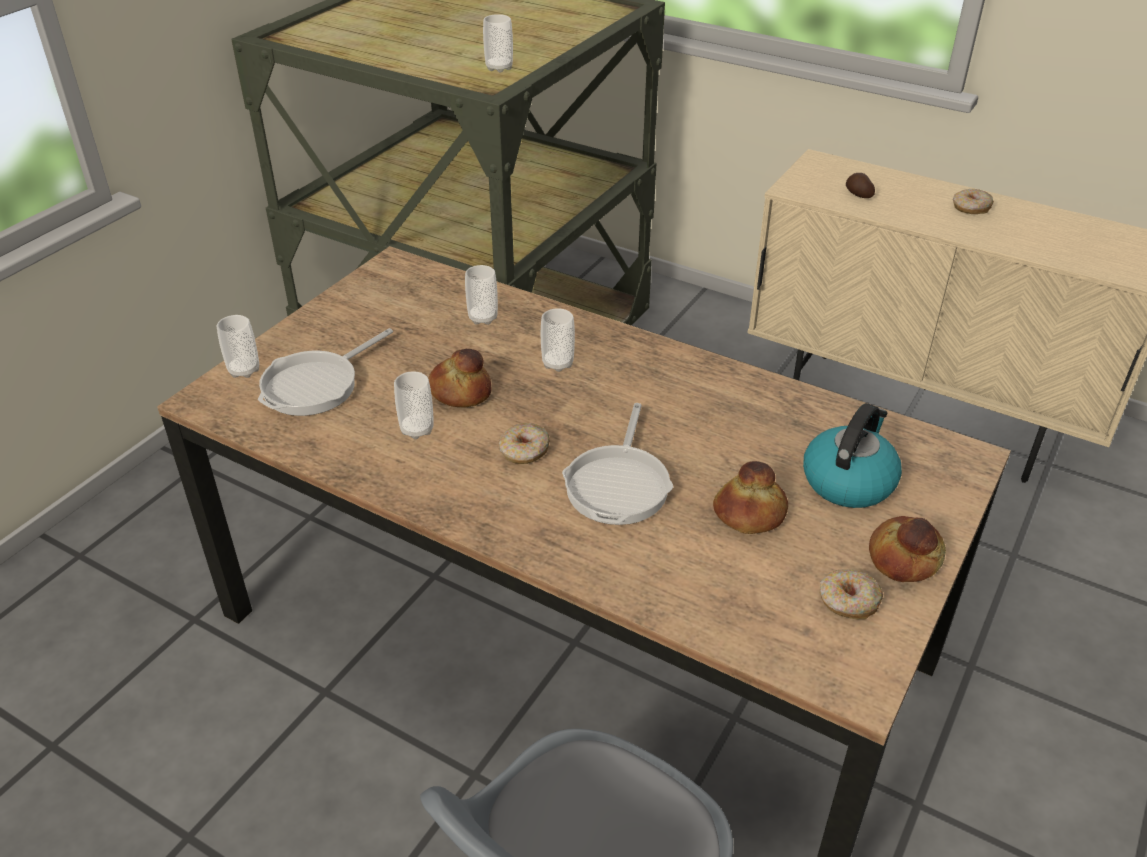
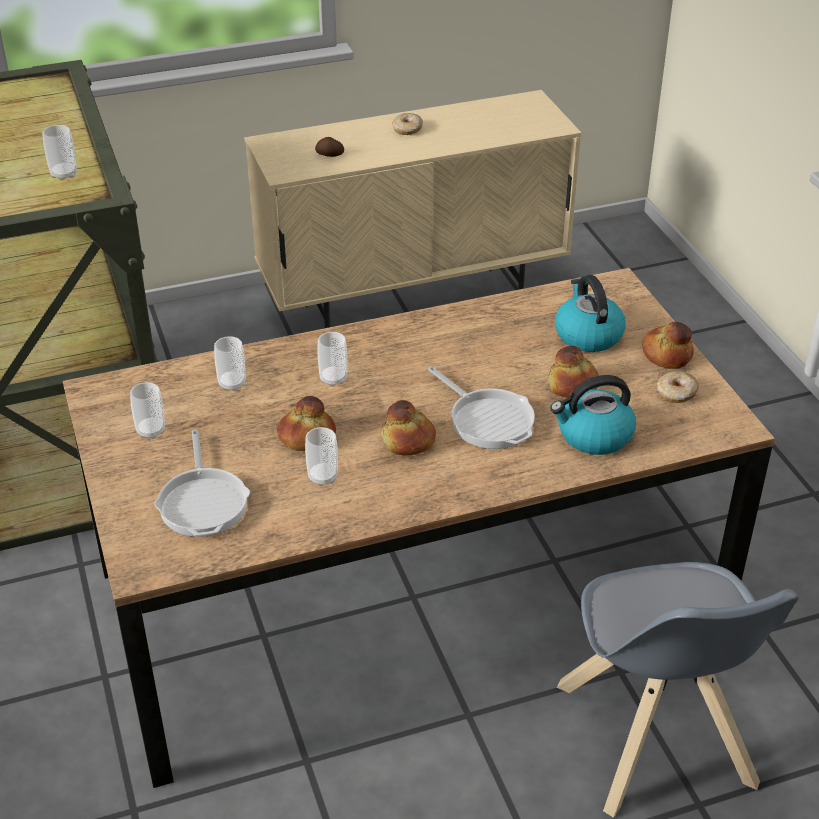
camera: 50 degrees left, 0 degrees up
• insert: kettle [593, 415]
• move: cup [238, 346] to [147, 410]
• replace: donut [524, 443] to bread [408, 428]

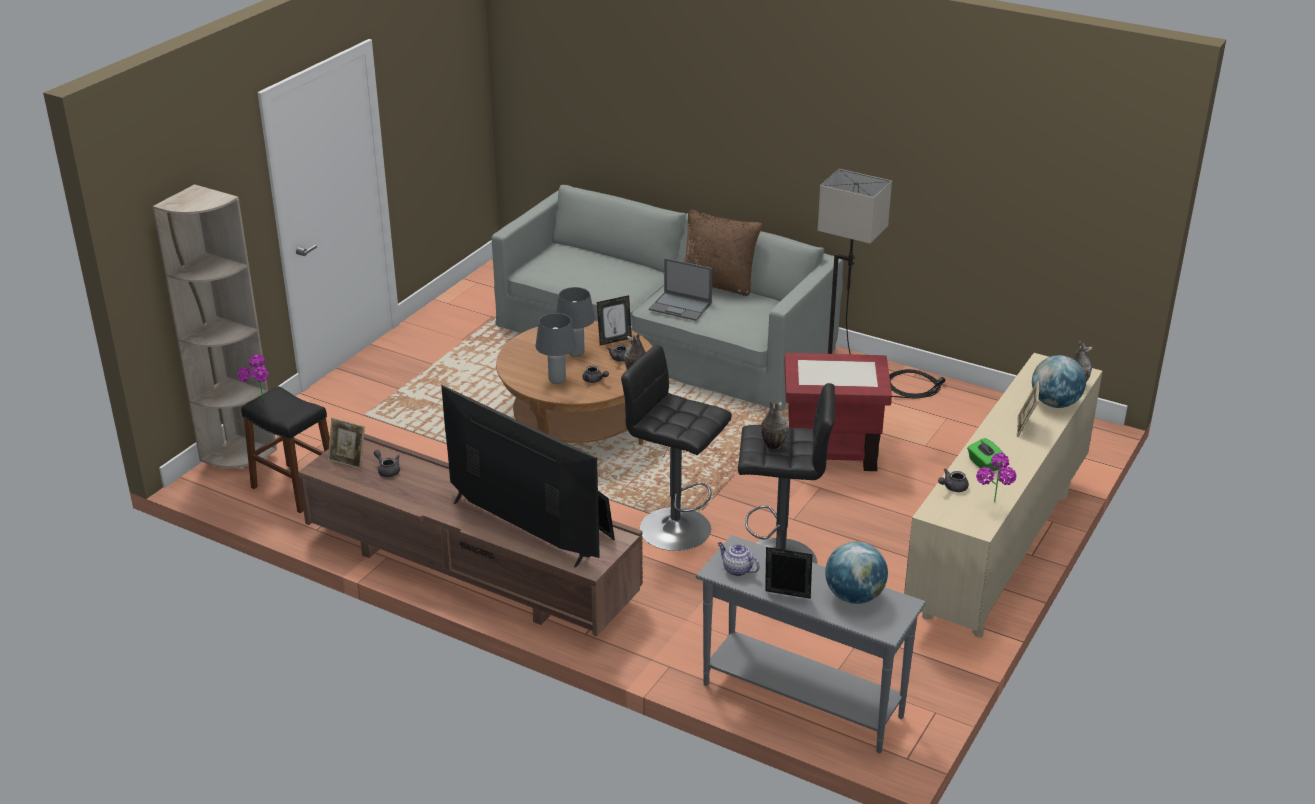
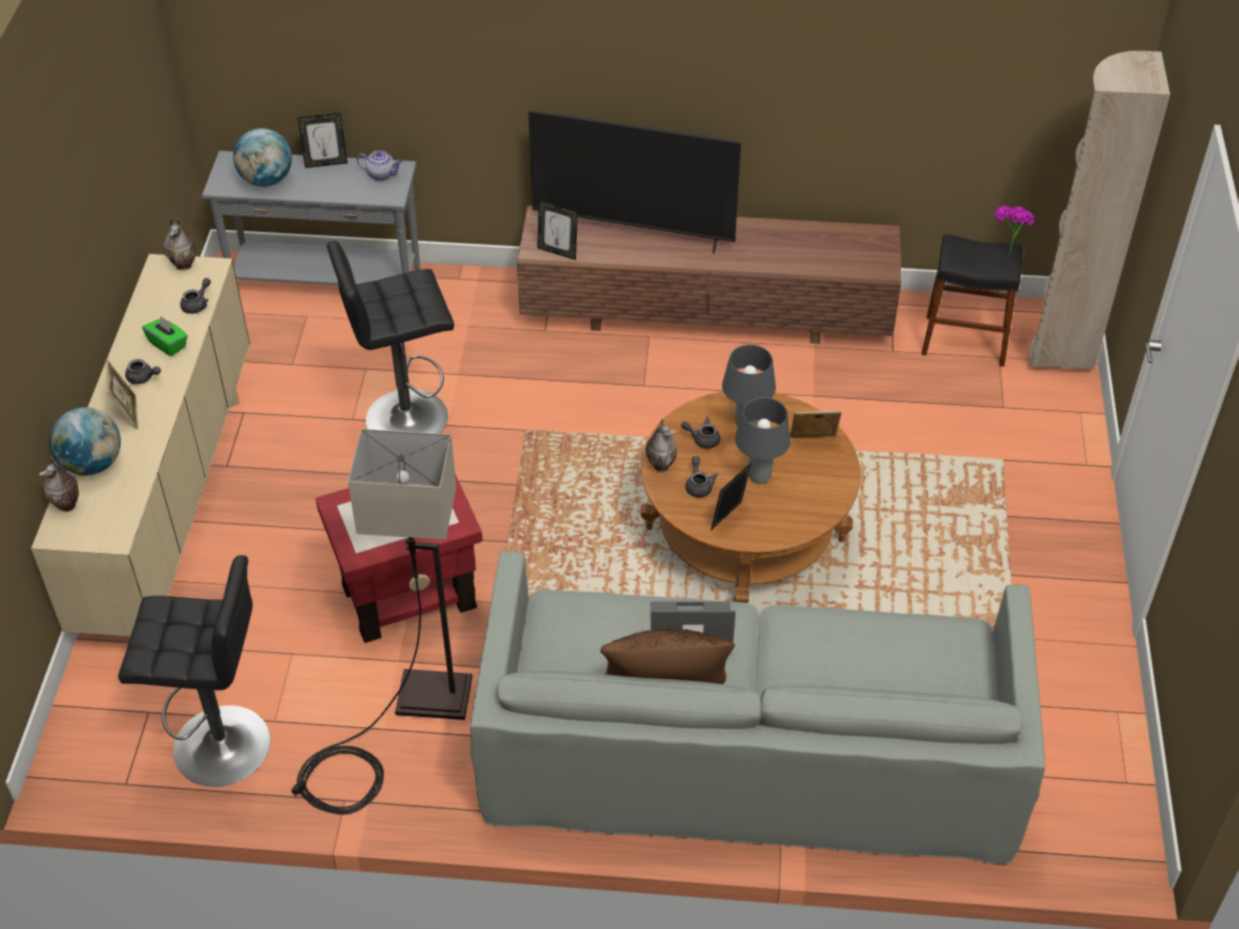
camera: 155 degrees right, 15 degrees up
• delete: potted plant [996, 477]
• move: picture frame [346, 443] to [816, 424]
• move: grey teapot [387, 463] to [143, 371]
• move: black stool [676, 448] to [194, 671]
• move: vase [774, 425] to [180, 244]

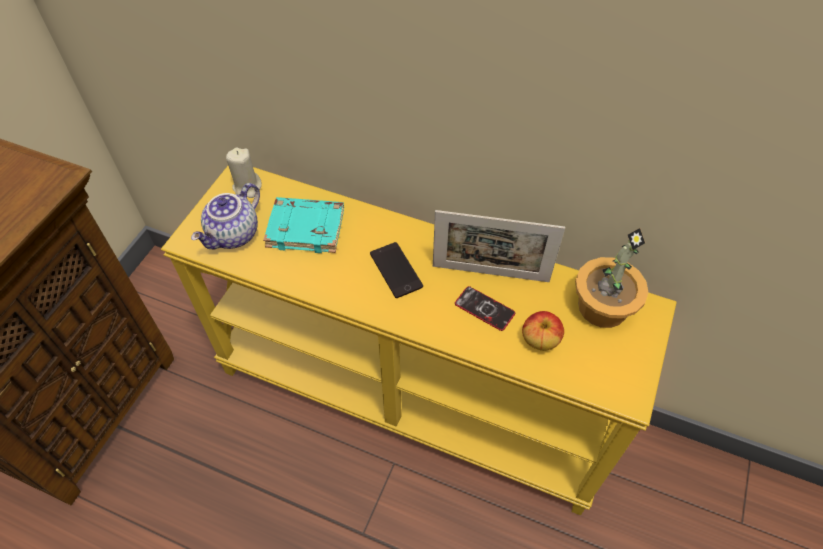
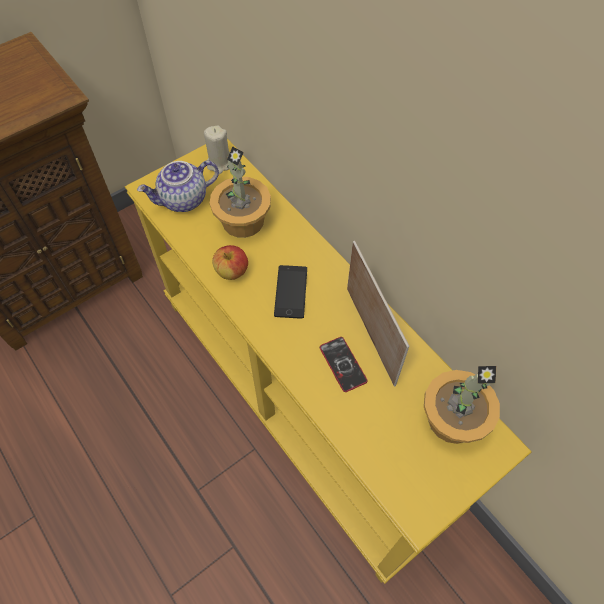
camera: 30 degrees right, 5 degrees up
• move: apple [543, 331] to [230, 262]
• replace: turquoise book [303, 225] to potted plant [240, 192]
• rotate: picture frame [499, 246] = [378, 313] 150 degrees counterclockwise

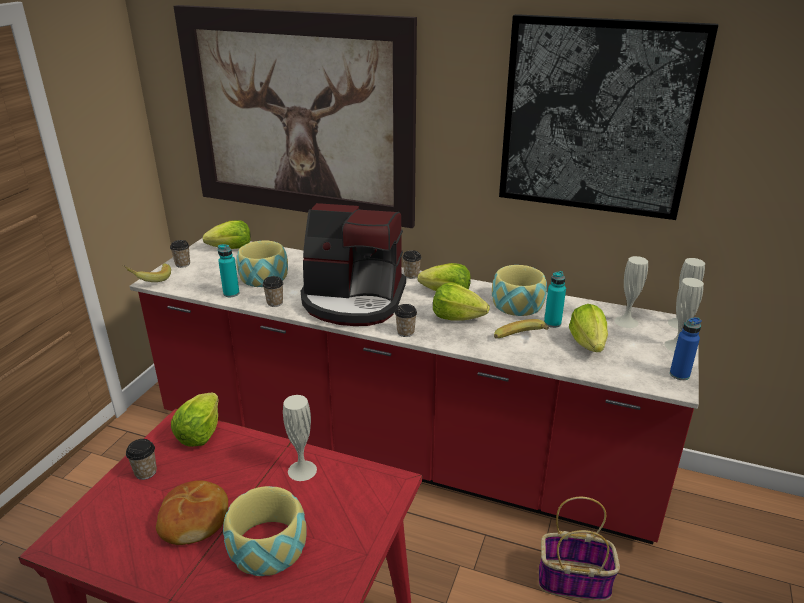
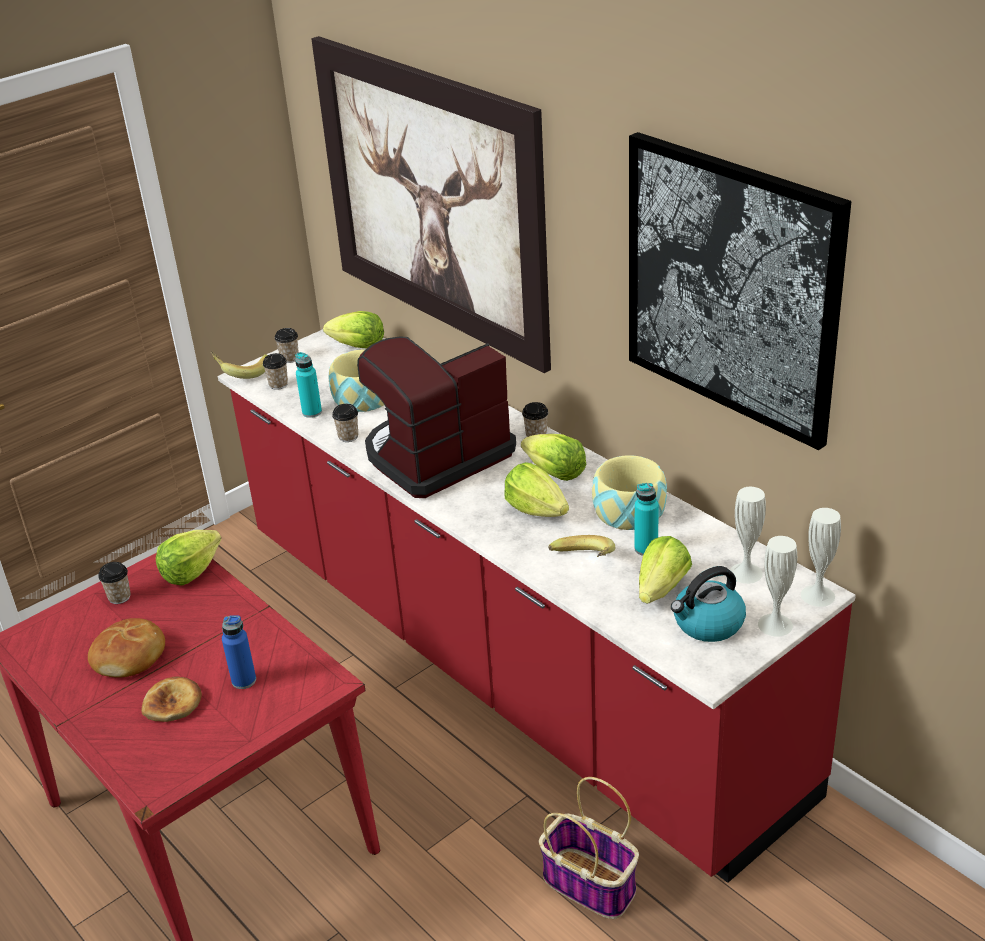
camera: 30 degrees right, 5 degrees up
• delete: white vase [300, 438]
• insert: kettle [708, 604]
• move: cup [406, 320] to [275, 371]
• move: blue bottle [686, 348] to [239, 652]
• replace: bowl [265, 531] to bread [171, 699]
• rotate: coffee machine [353, 264] = [436, 417] 105 degrees clockwise

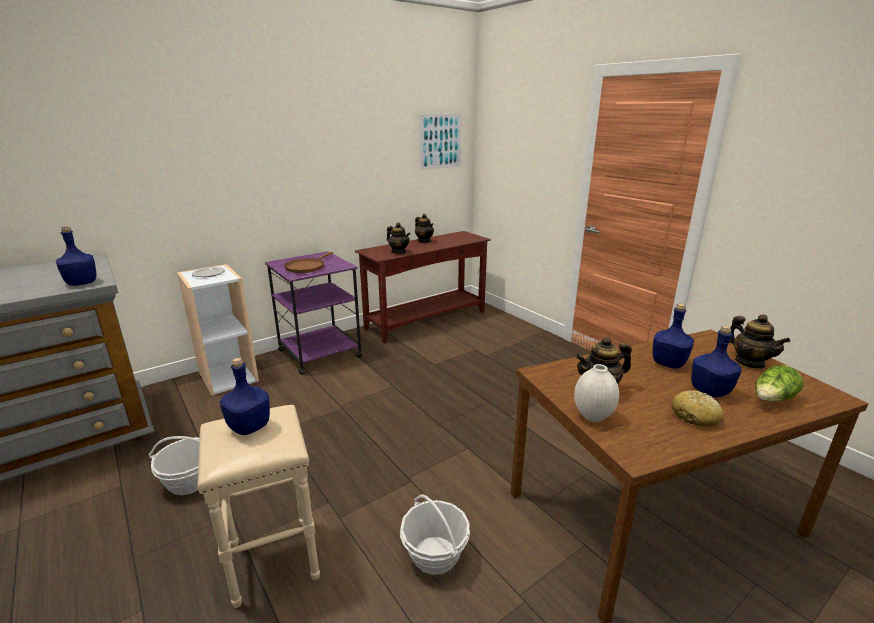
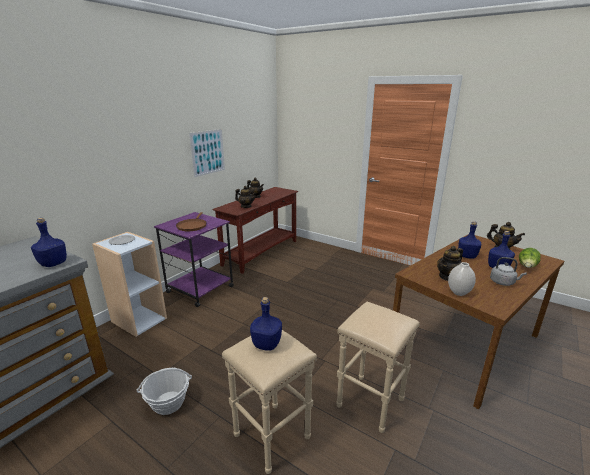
camera: 20 degrees left, 0 degrees up
• move: picture [440, 142] to [207, 153]
• replace: basket [435, 534] to beige stool [378, 367]
• replace: bread [697, 408] to grey kettle [508, 271]

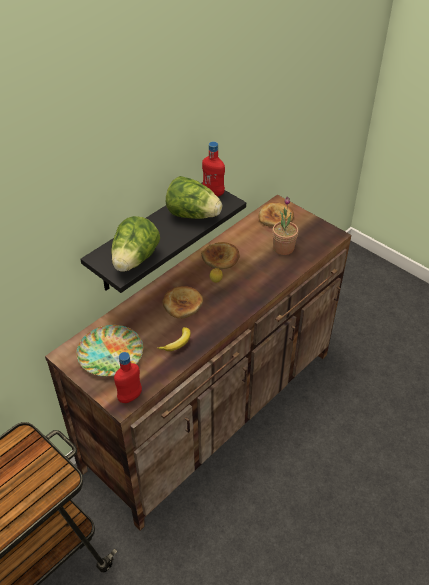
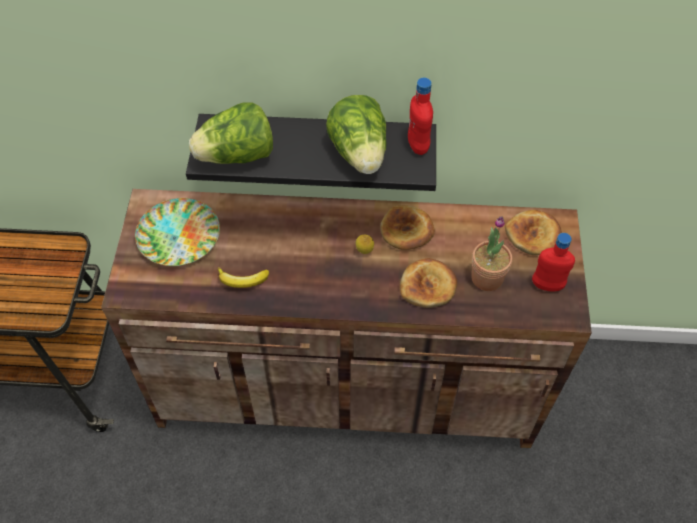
camera: 50 degrees right, 10 degrees up
• move: red bottle [128, 377] to [553, 262]
• move: bread [182, 302] to [428, 283]

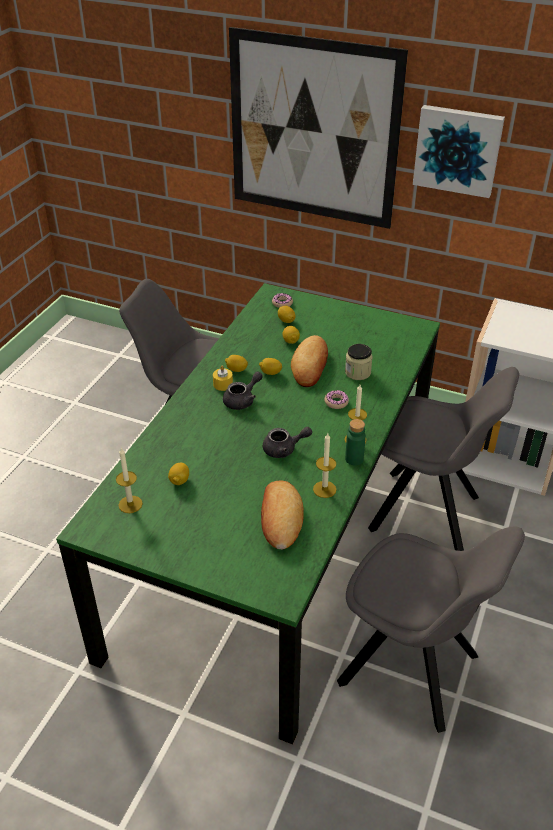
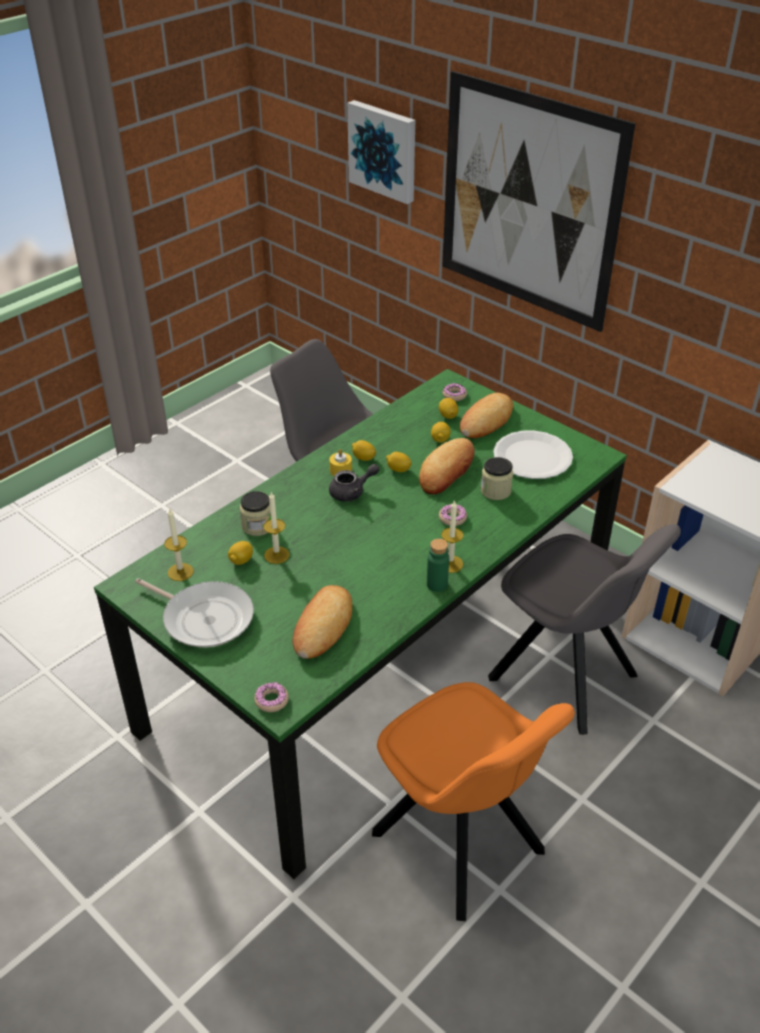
camera: 20 degrees right, 0 degrees up
• delete: grey teapot [287, 442]
• insert: frying pan [194, 612]
• insert: jar [255, 513]
• insert: donut [271, 697]
• insert: bread [486, 415]
• insert: white plate [533, 455]
• move: candle [325, 465] to [276, 528]
• move: picture [459, 151] to [381, 152]
• recolor: grey chair [431, 629] to orange chair [473, 801]

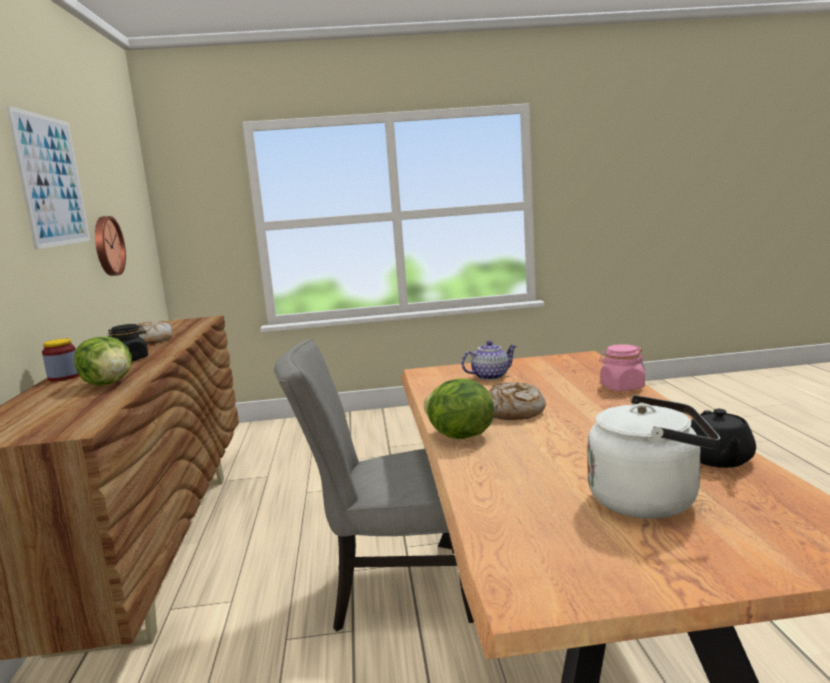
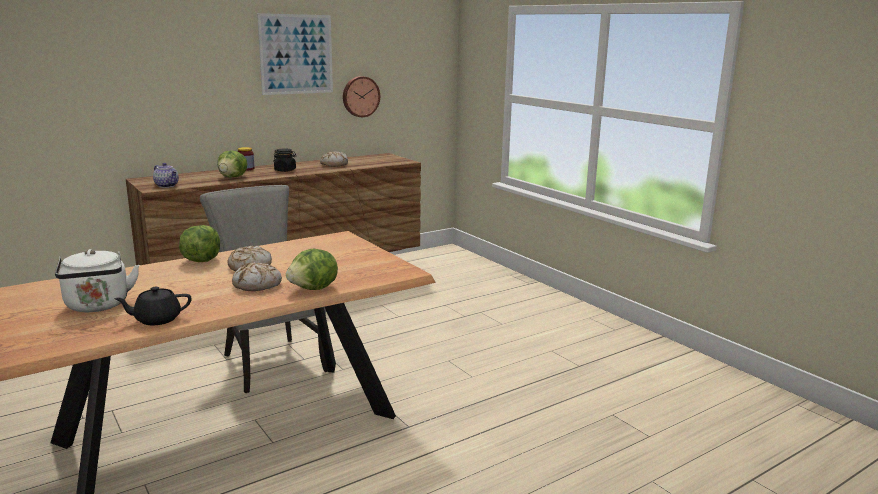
camera: 60 degrees right, 5 degrees up
• insert: bread [257, 276]
• move: teapot [488, 360] to [166, 175]
• replace: pink jar [622, 367] to lettuce [312, 269]

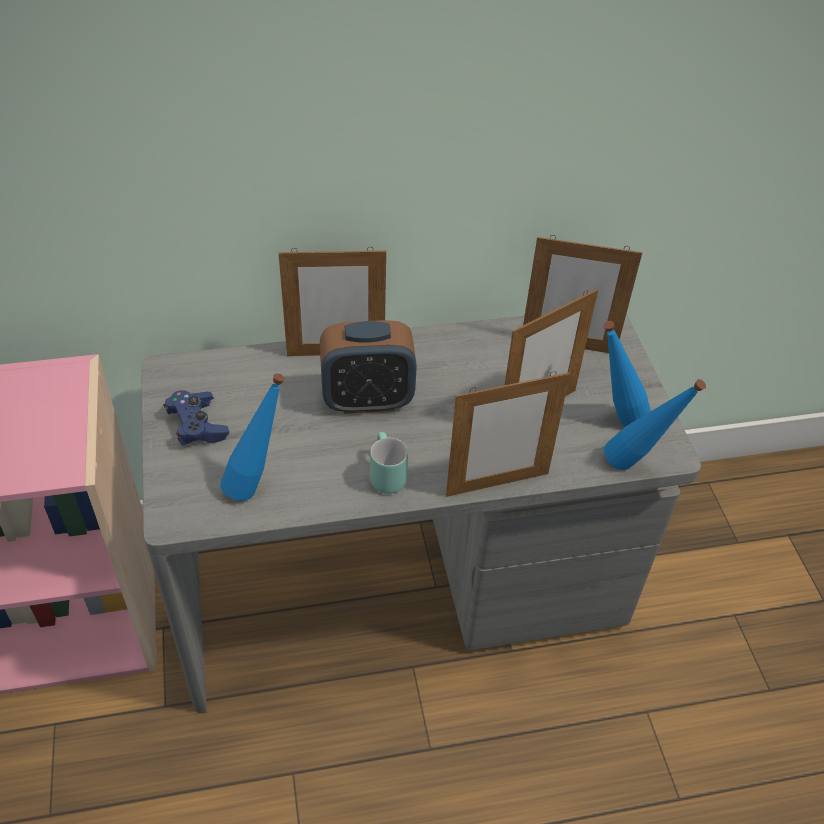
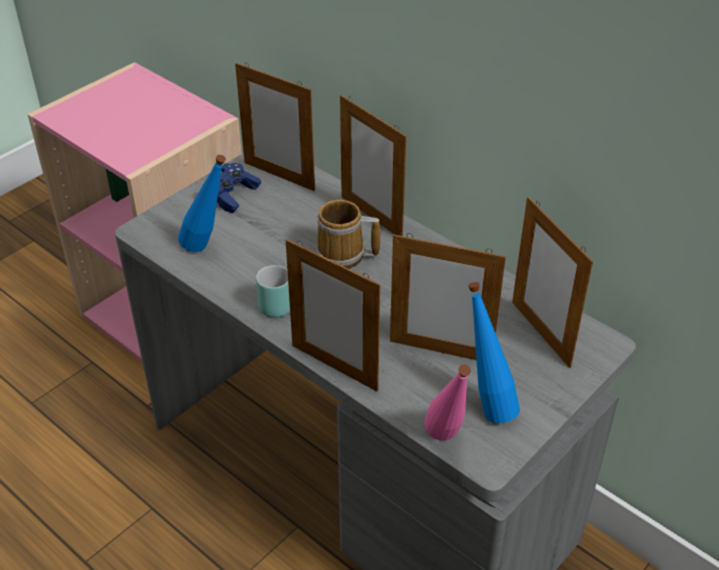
camera: 55 degrees right, 5 degrees down
• insert: picture frame [275, 126]
• replace: alarm clock [368, 367] to mug [348, 234]
• recolor: blue bottle [655, 424] to pink bottle [447, 402]

